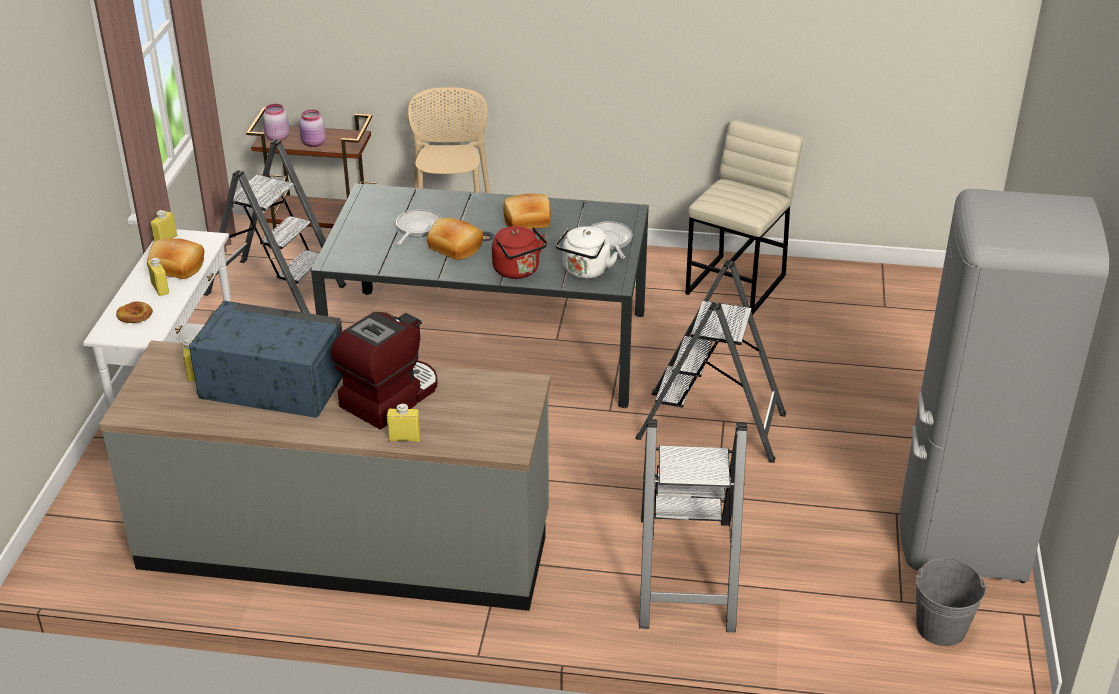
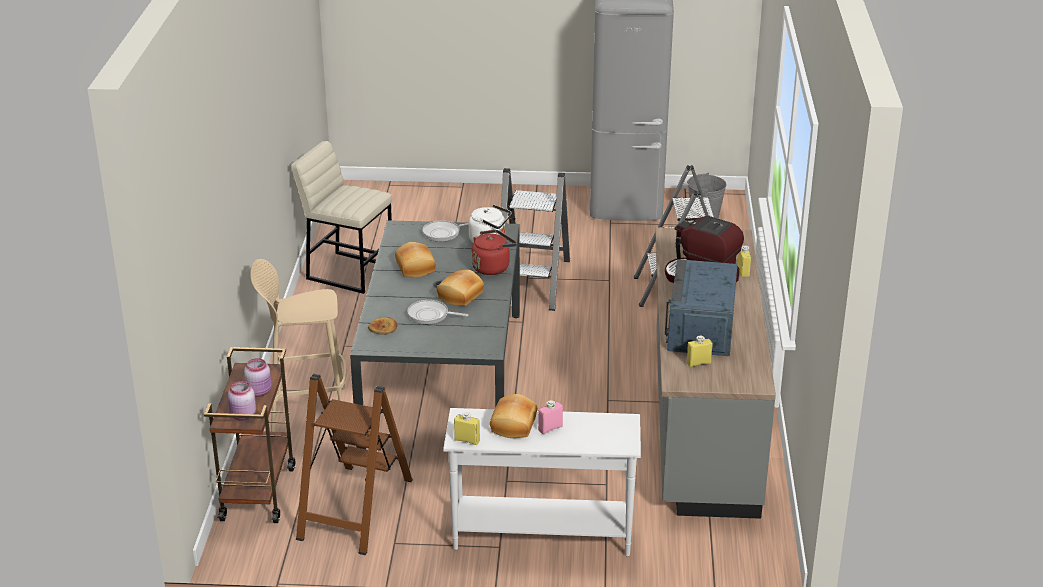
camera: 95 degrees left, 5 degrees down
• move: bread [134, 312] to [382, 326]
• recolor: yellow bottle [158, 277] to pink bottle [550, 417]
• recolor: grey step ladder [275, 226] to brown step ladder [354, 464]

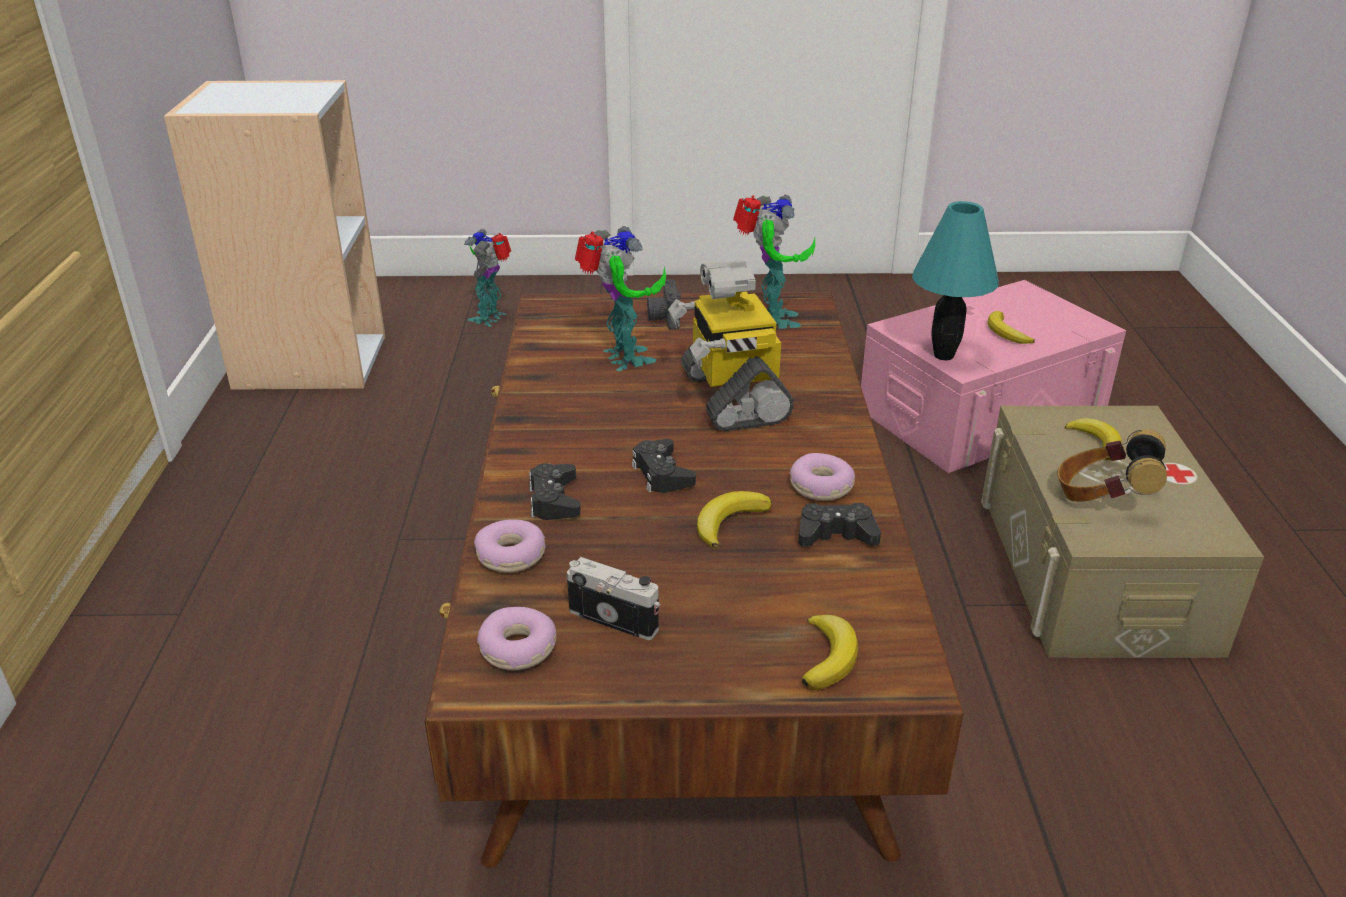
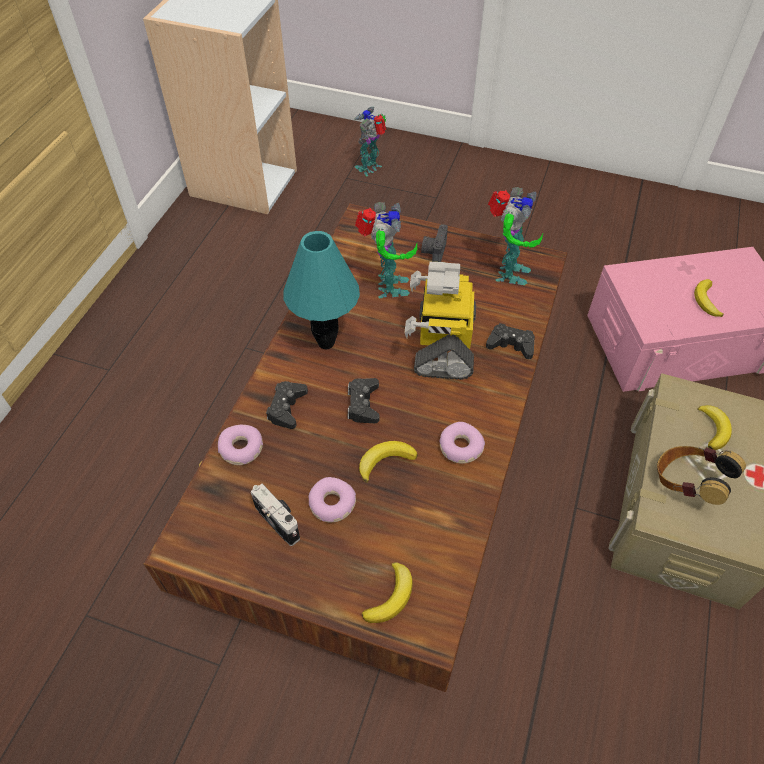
camera: 20 degrees right, 20 degrees up
• move: donut [516, 638] to [332, 499]
• move: black game controller [839, 525] to [510, 341]
• move: turquoise table lamp [955, 280] to [322, 290]

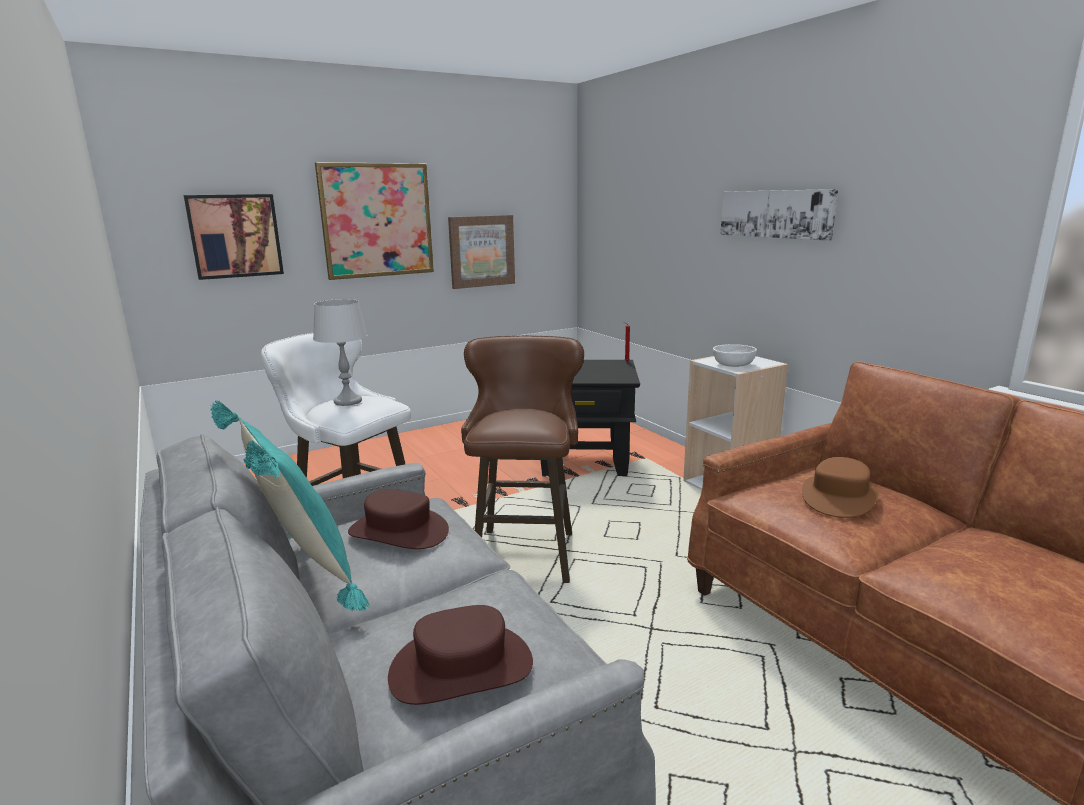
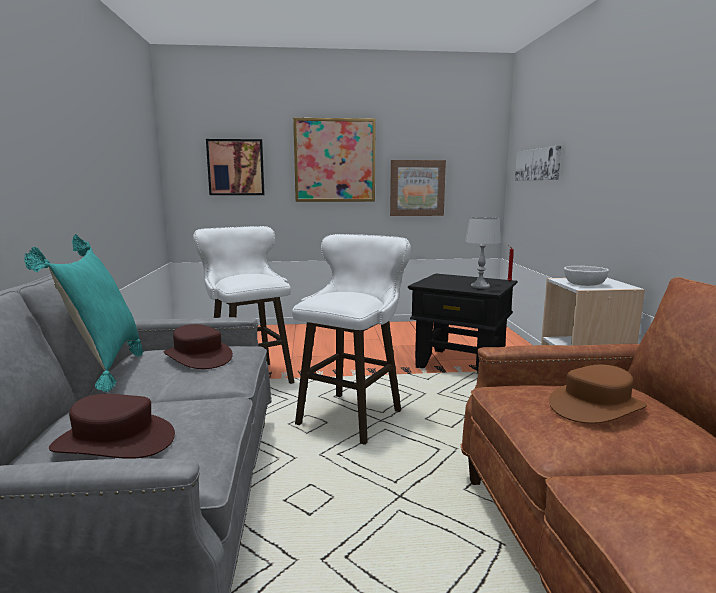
camera: 25 degrees right, 5 degrees down
• move: grey table lamp [340, 352] to [483, 253]
• move: picture [779, 215] to [538, 163]
• recolor: brown stool [522, 459] to white stool [351, 339]

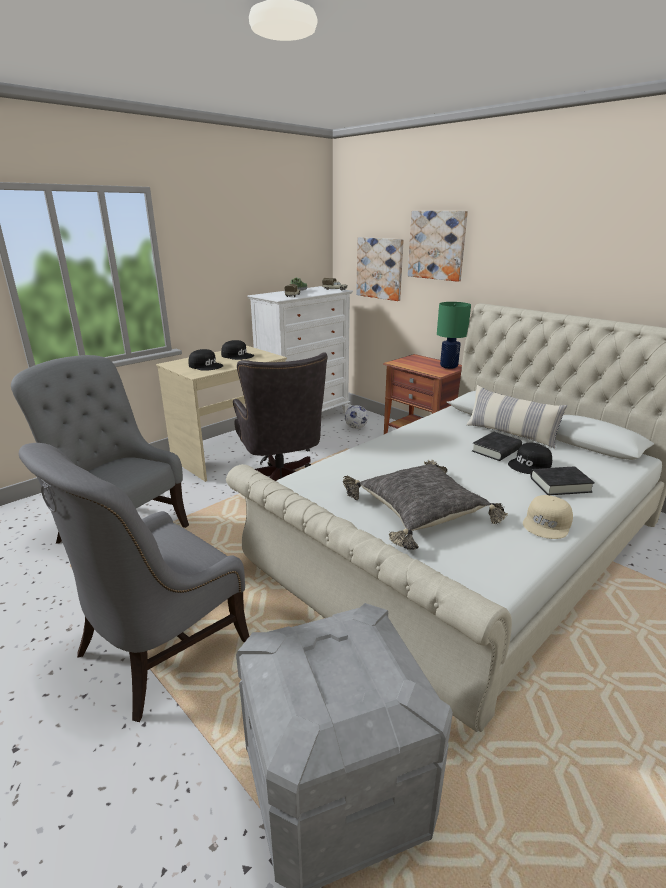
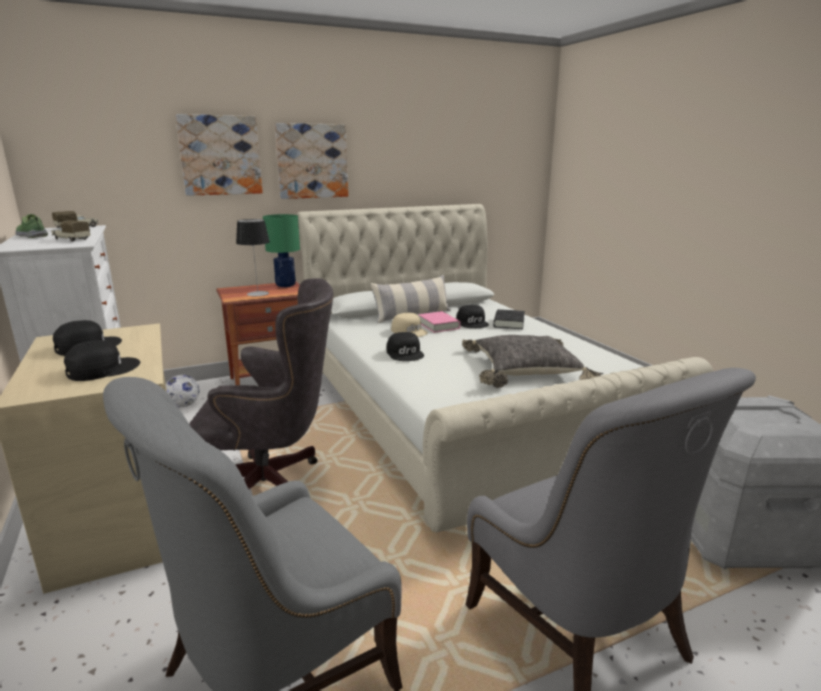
camera: 70 degrees left, 5 degrees down
• insert: table lamp [253, 258]
• insert: black cap [405, 346]
• move: picture [380, 269] to [311, 161]
• move: beige cap [548, 517] to [409, 325]
• recolor: black book [497, 446] to pink book [439, 322]

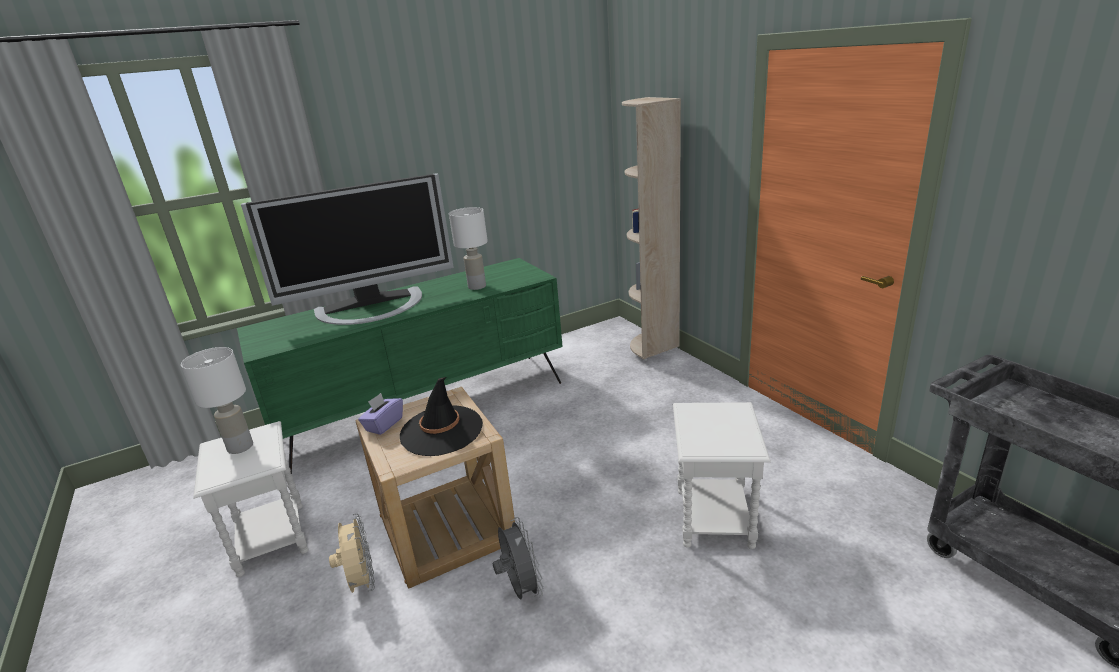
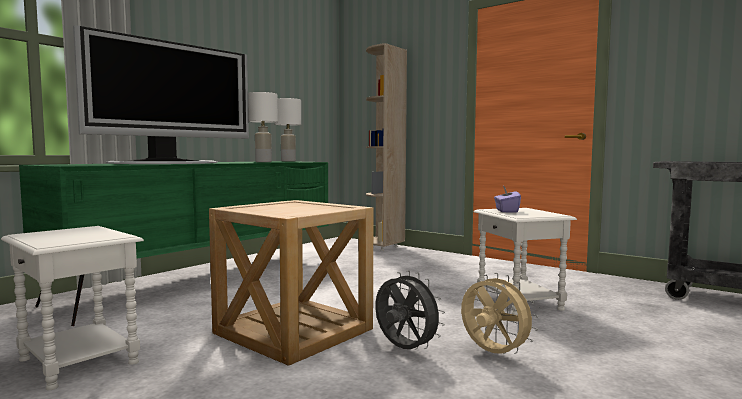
camera: 25 degrees left, 20 degrees down
• delete: black hat [441, 416]
• move: white table lamp [217, 400] to [288, 130]
• move: beige fan [352, 553] to [499, 313]
• move: purple tissue box [380, 414] to [507, 199]

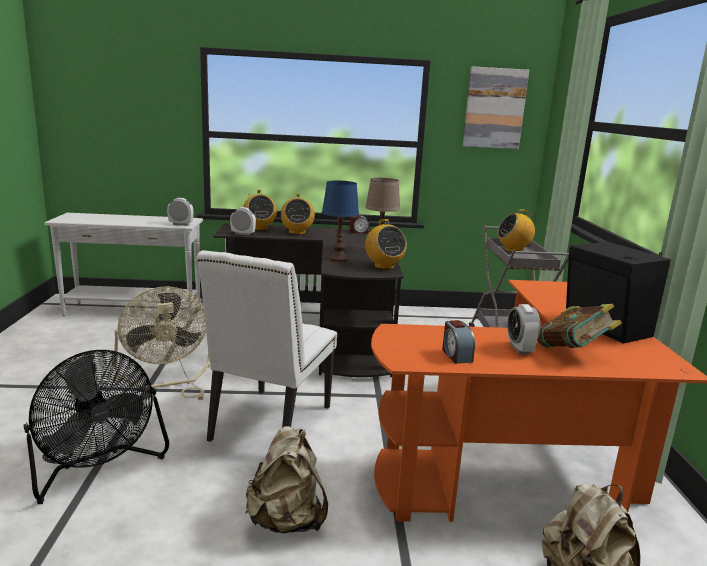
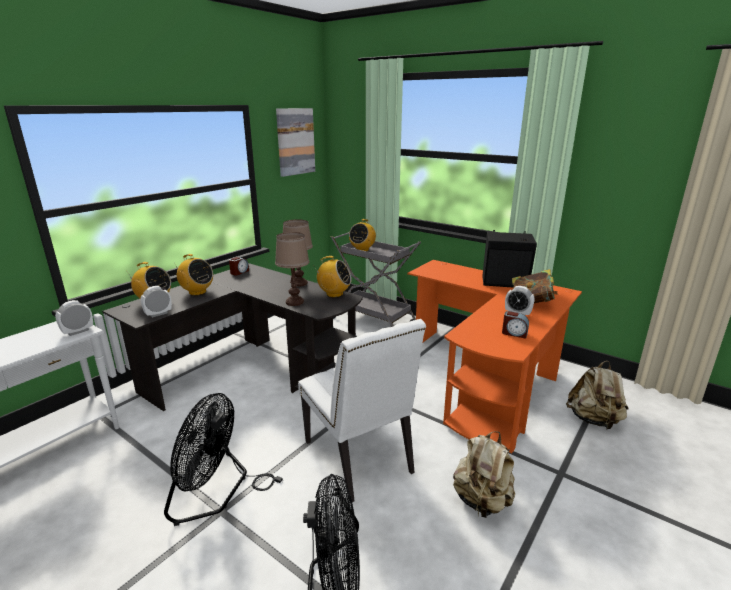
camera: 50 degrees left, 5 degrees up
• recolor: beige fan [161, 343] to black fan [223, 459]
• recolor: blue table lamp [340, 221] to brown table lamp [292, 269]

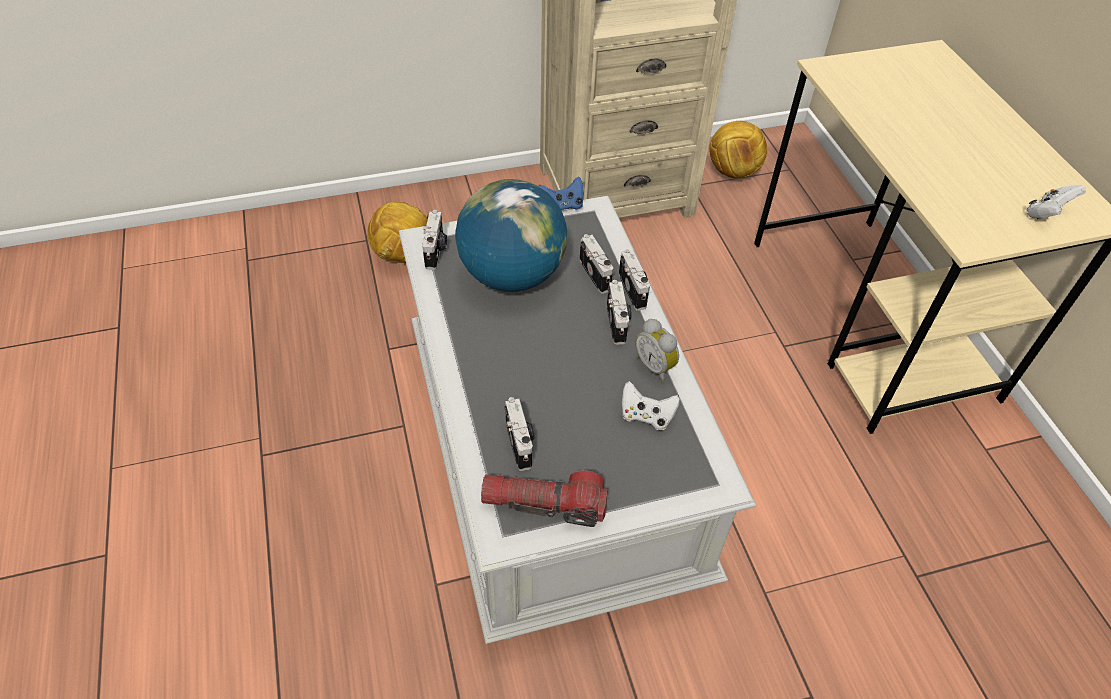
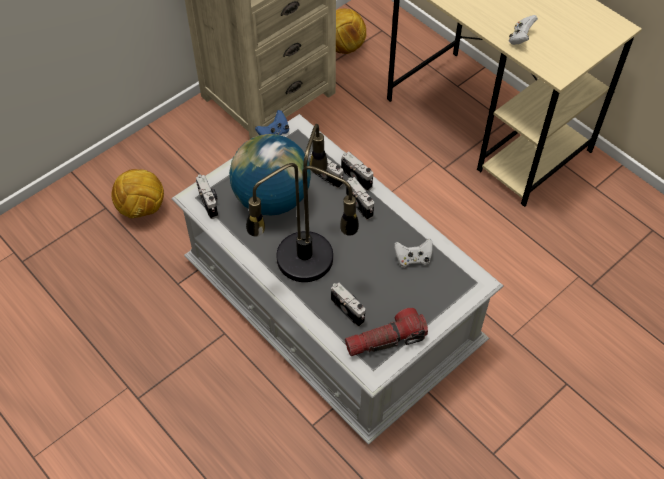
camera: 25 degrees left, 5 degrees up
• delete: alarm clock [657, 350]
• insert: table lamp [302, 203]
• move: white game controller [1056, 202] to [523, 30]

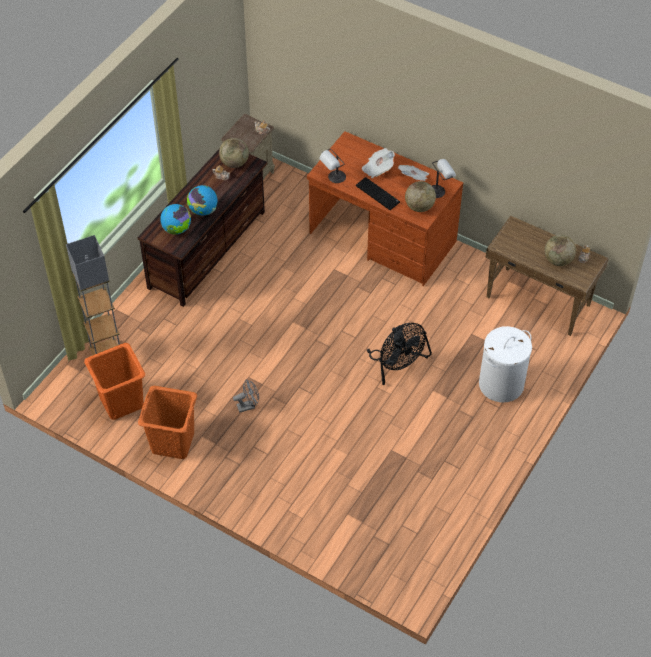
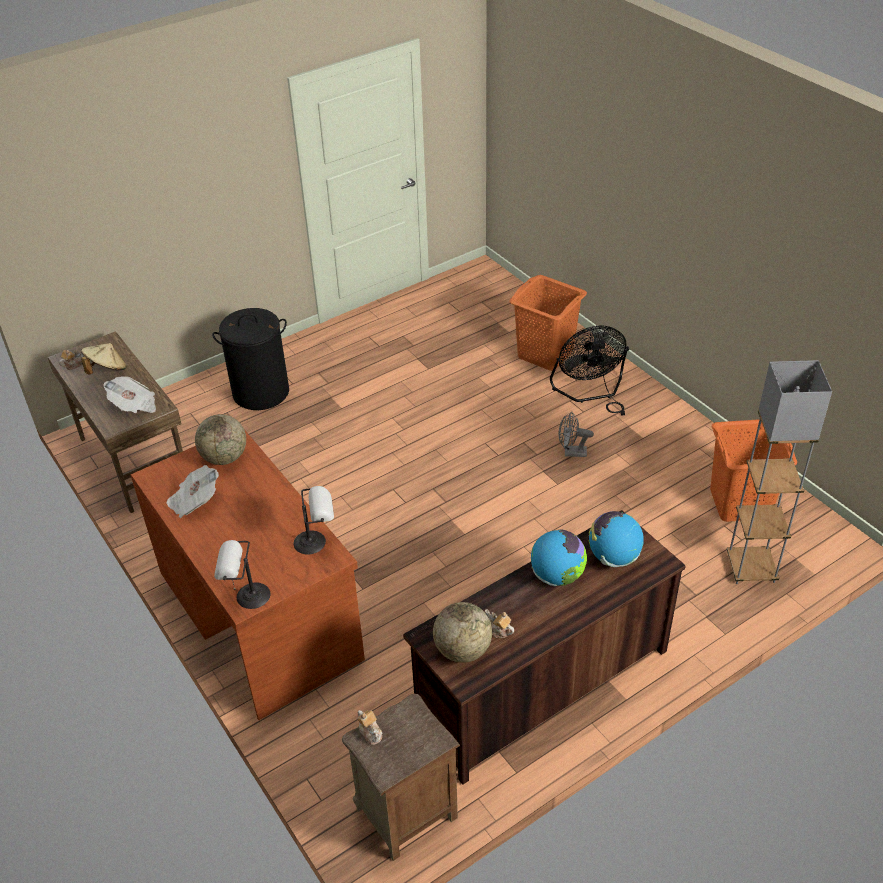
camera: 155 degrees left, 10 degrees down
• delete: keyboard [378, 193]
• move: orange laundry basket [167, 422] to [548, 323]
• move: newspaper [378, 163] to [129, 394]
• move: black fan [399, 354] to [589, 371]
• move: table lamp [444, 178] to [242, 574]
• replace: globe [560, 250] to beige hat [104, 359]
• recolor: white laundry basket [505, 364] to black laundry basket [250, 359]

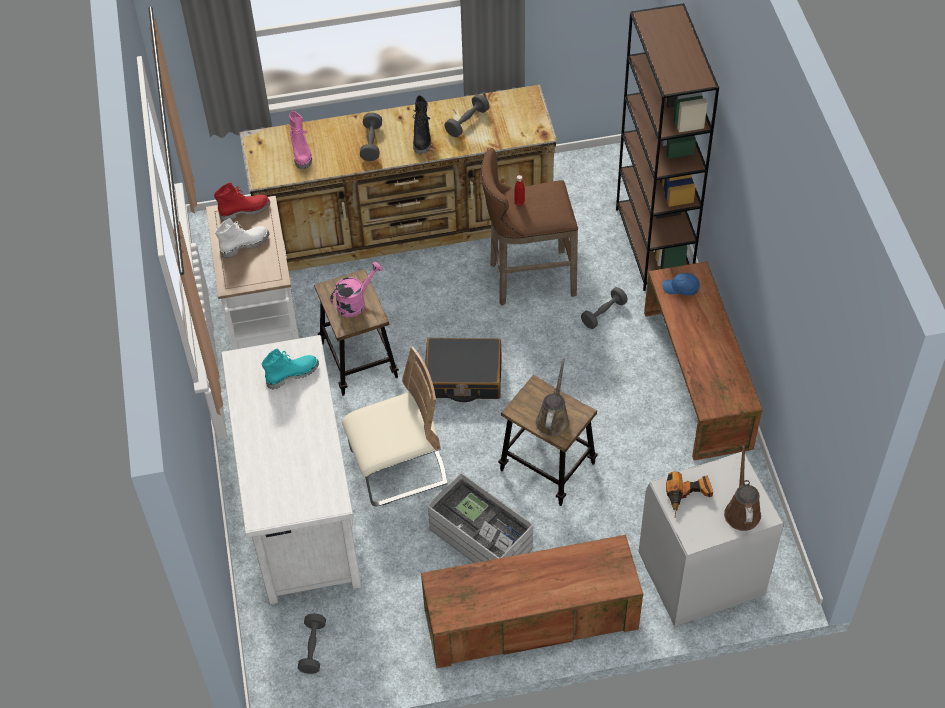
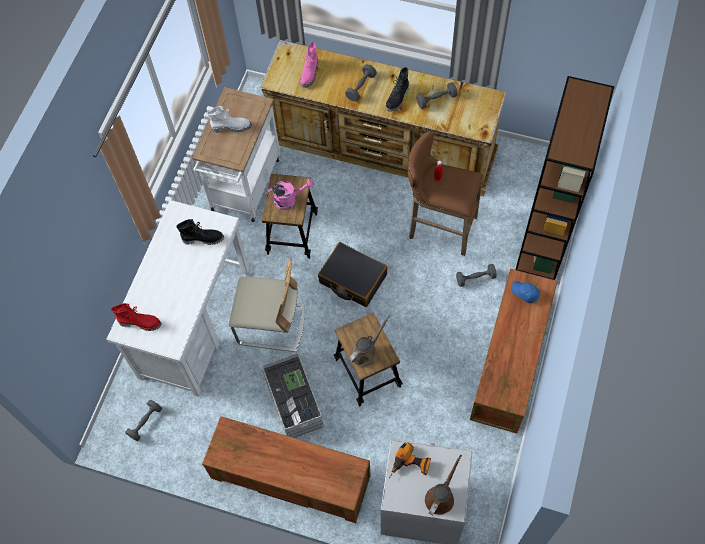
camera: 30 degrees right, 10 degrees up
• move: red boot [242, 201] to [136, 317]
• recolor: turquoise boot [290, 369] to black boot [200, 232]

